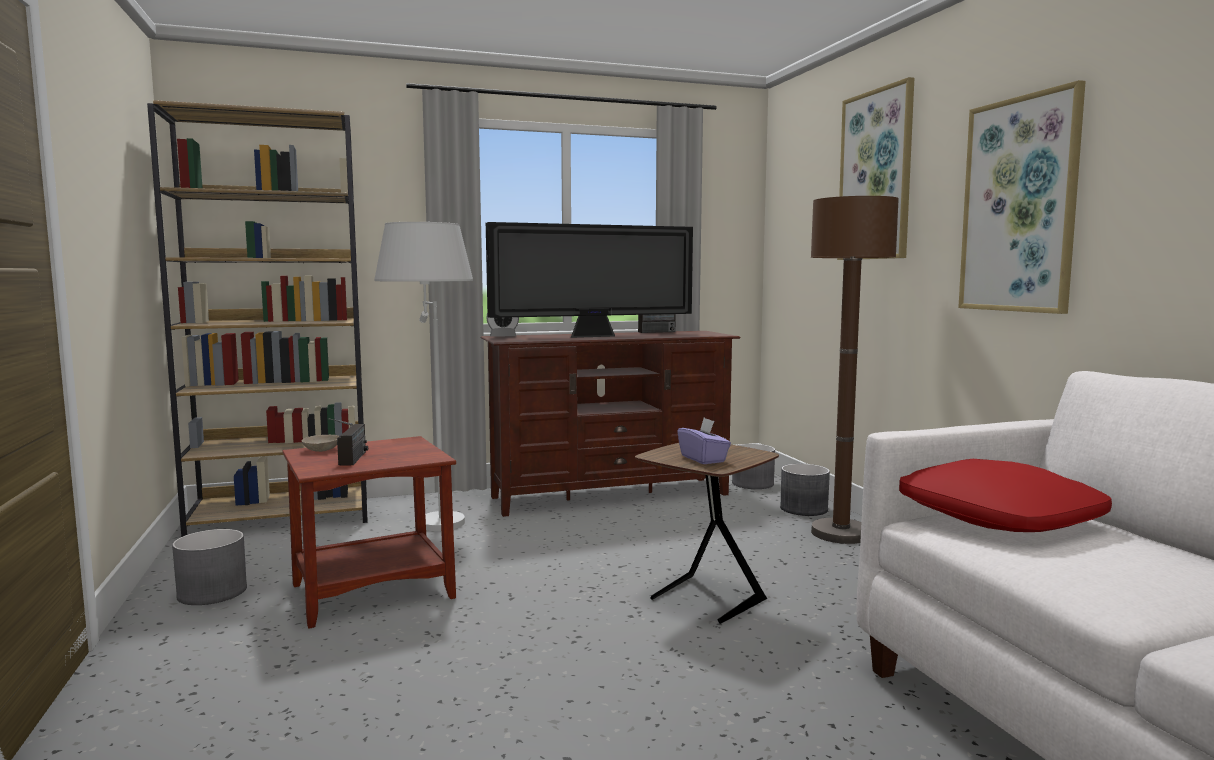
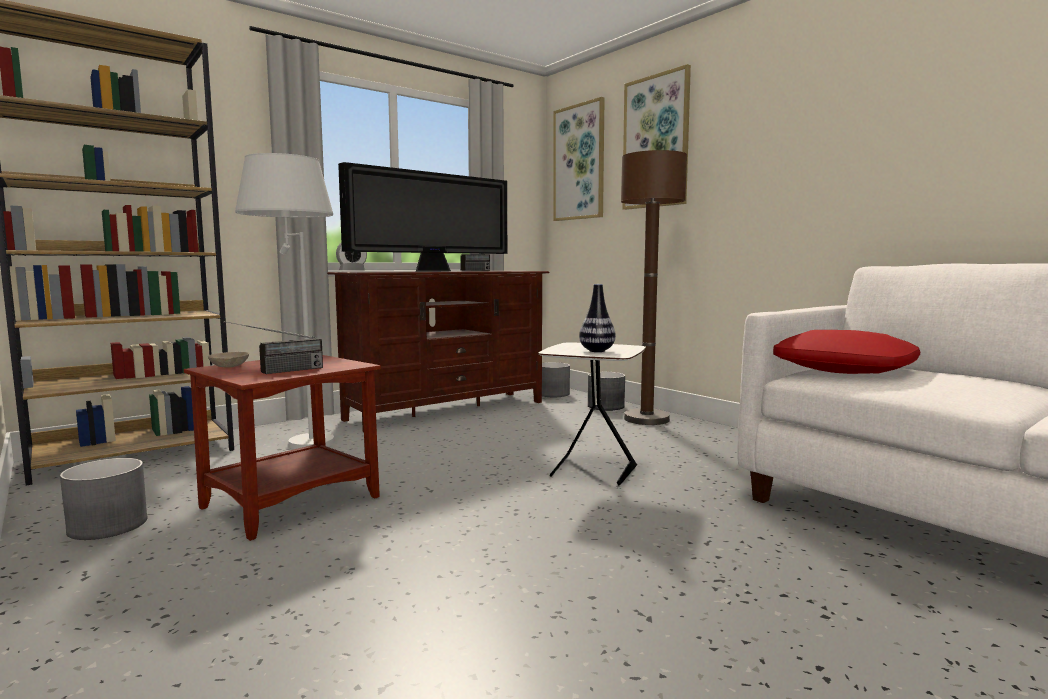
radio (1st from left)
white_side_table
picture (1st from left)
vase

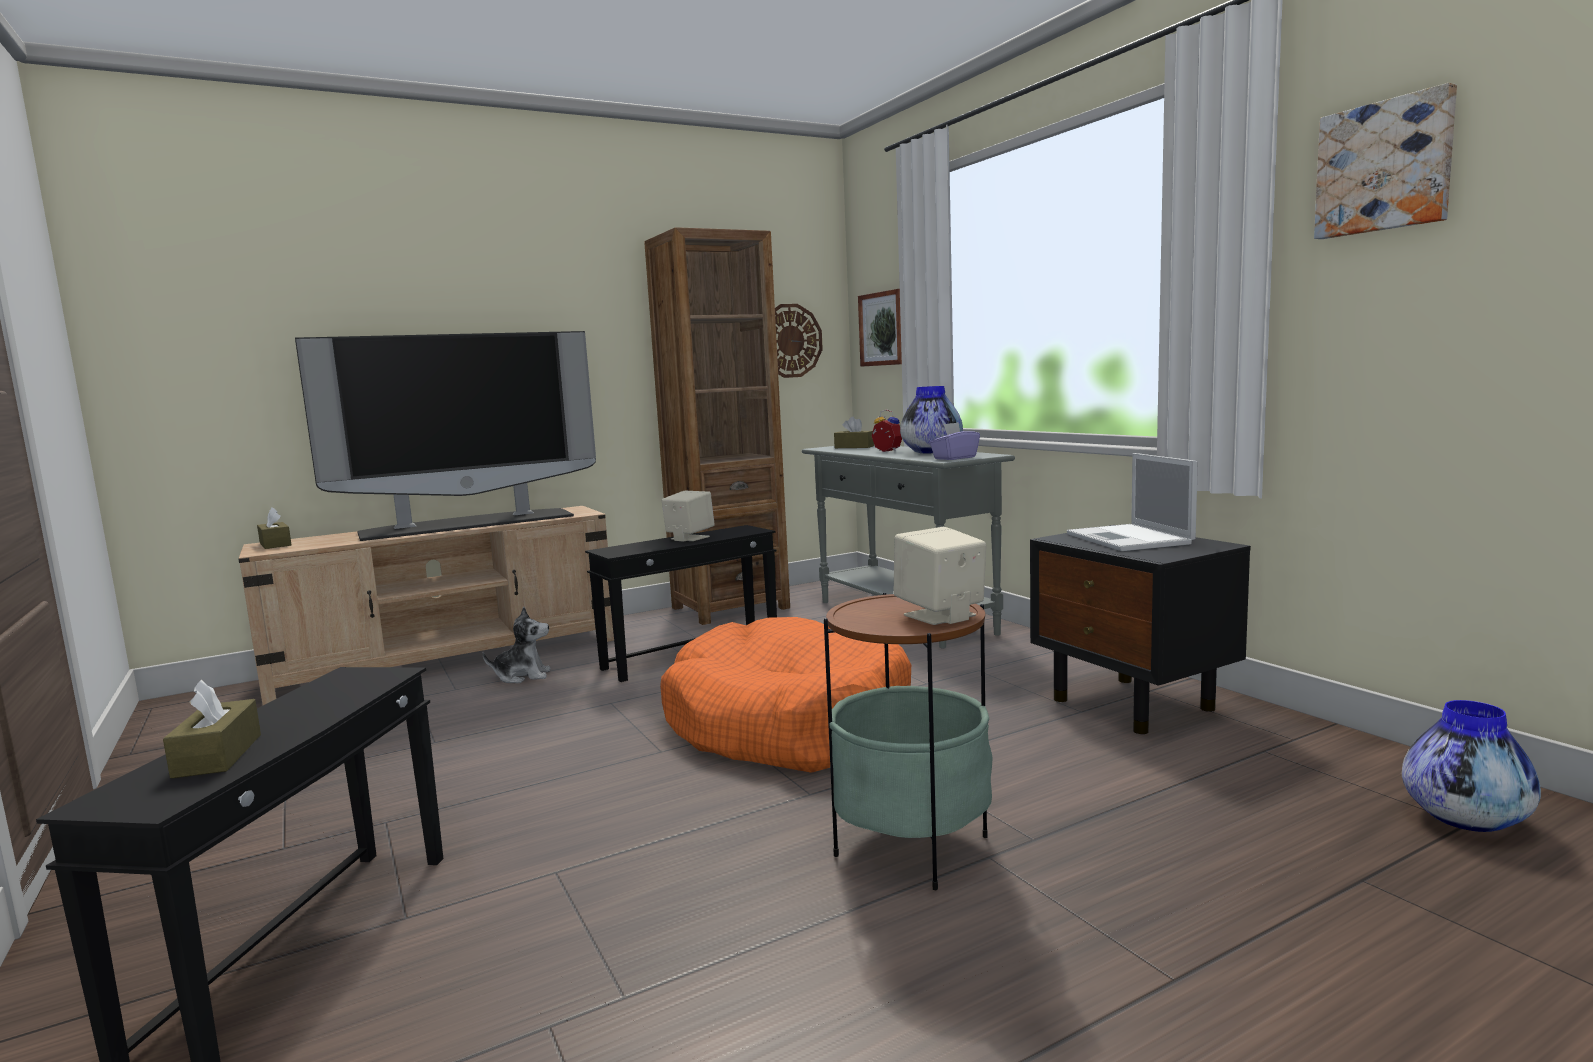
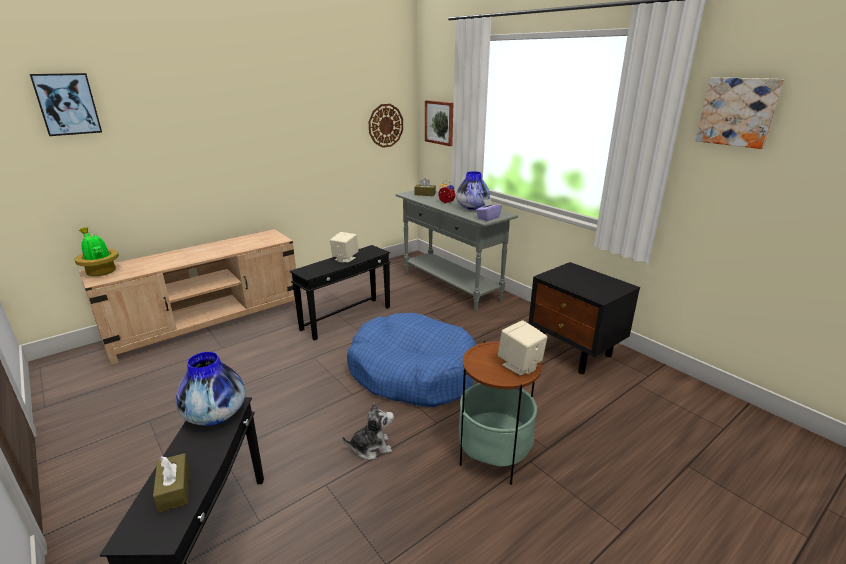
picture (1st from left)
potted_plant
vase (1st from left)
plush_toy
blue_dog_bed
television
brown_bookcase
laptop

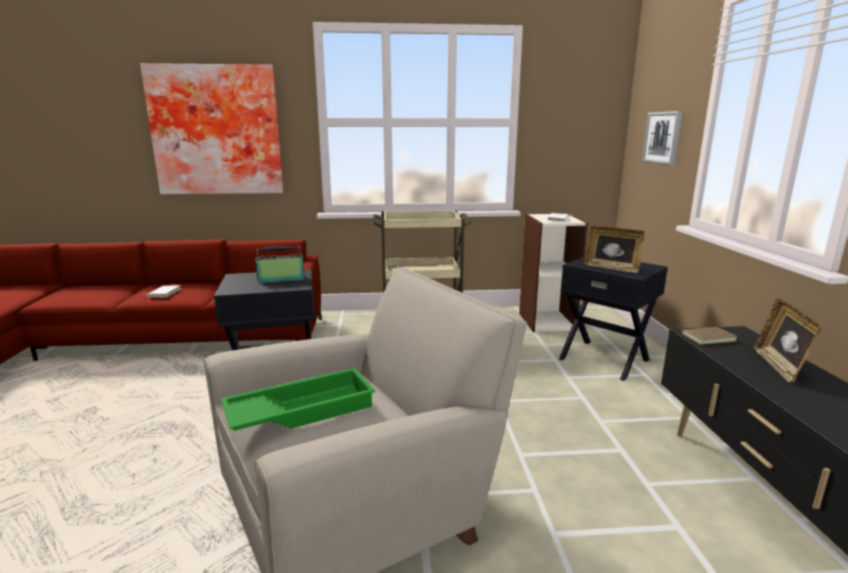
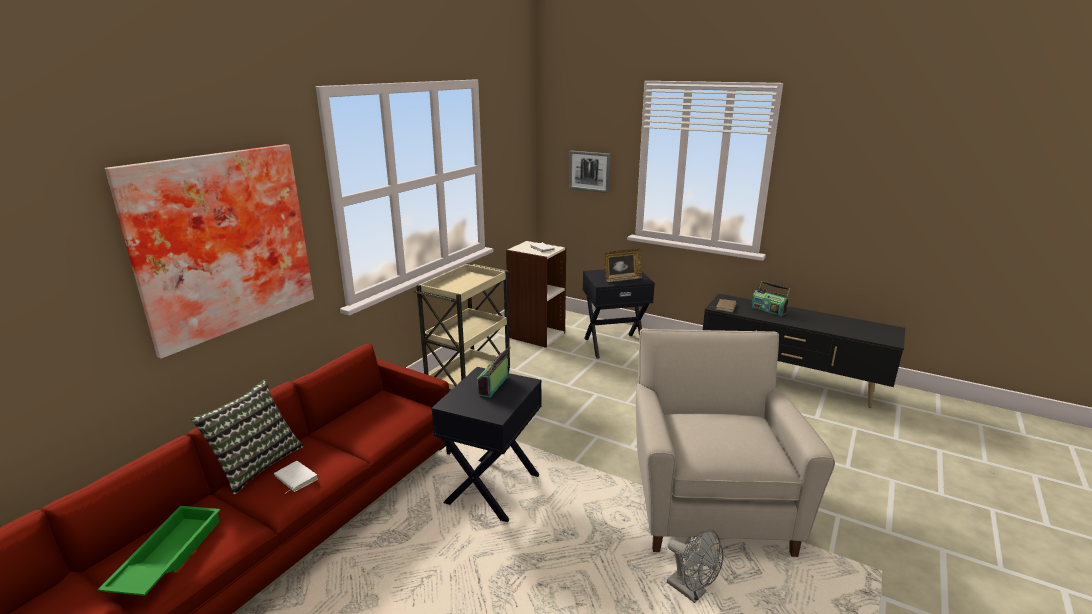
green_tray
pillow
grey_fan
radio (2nd from left)

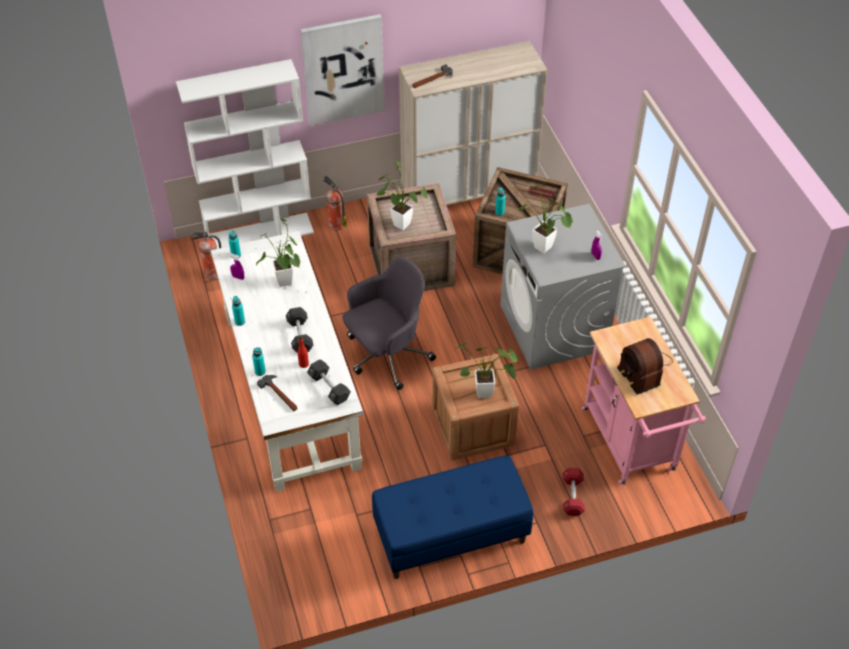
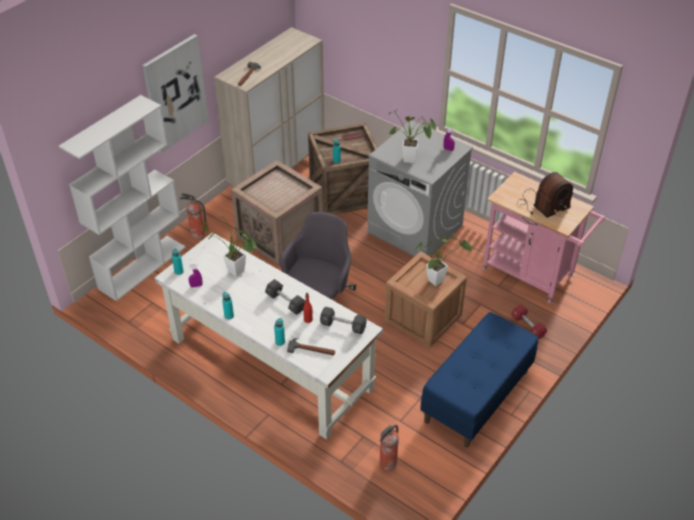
fire_extinguisher (2nd from left)
radio
potted_plant (2nd from left in the first image)

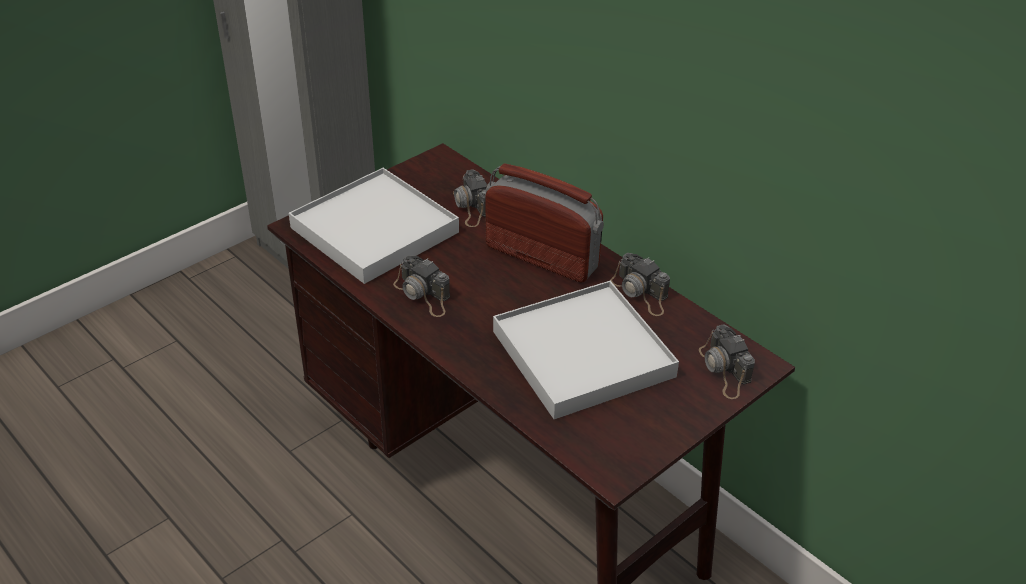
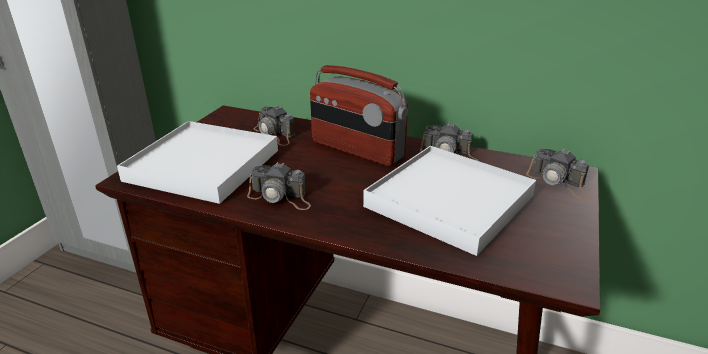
radio

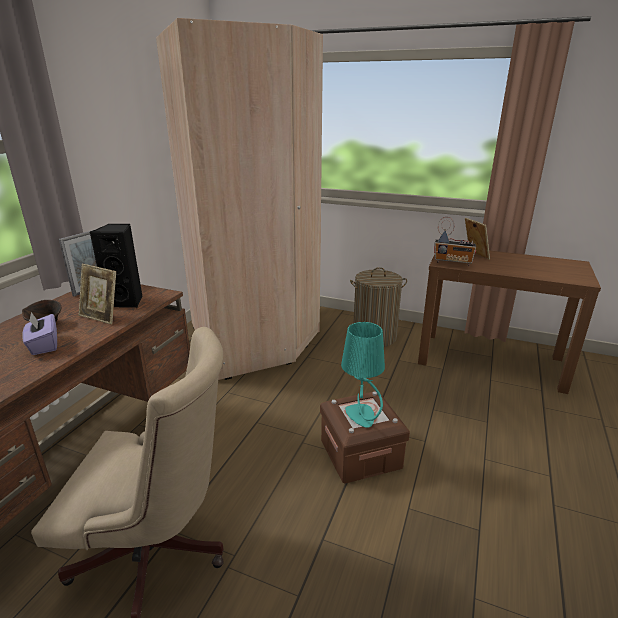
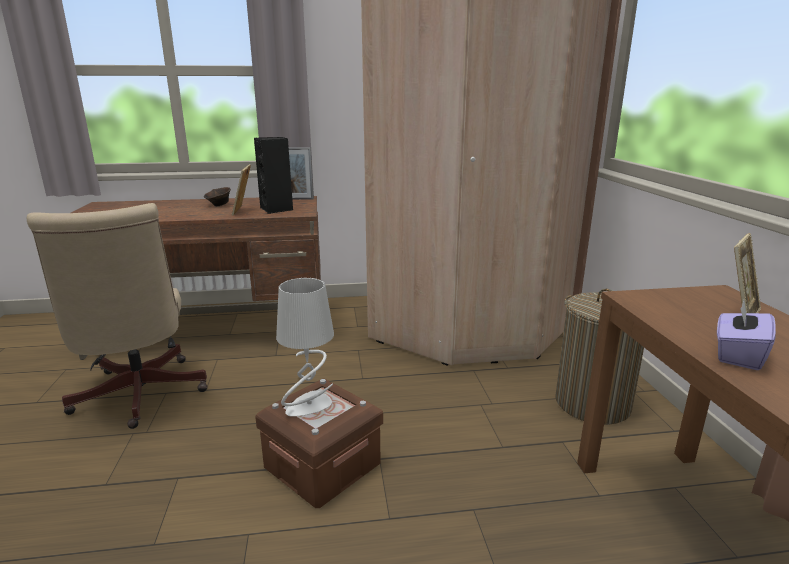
grey_table_lamp
purple_tissue_box
radio

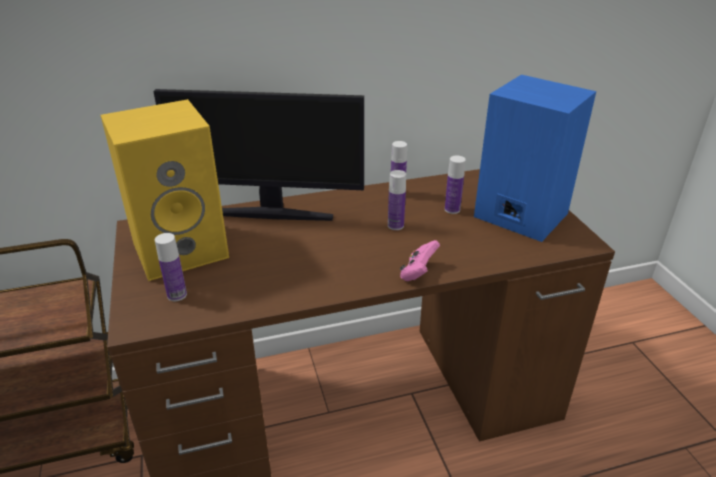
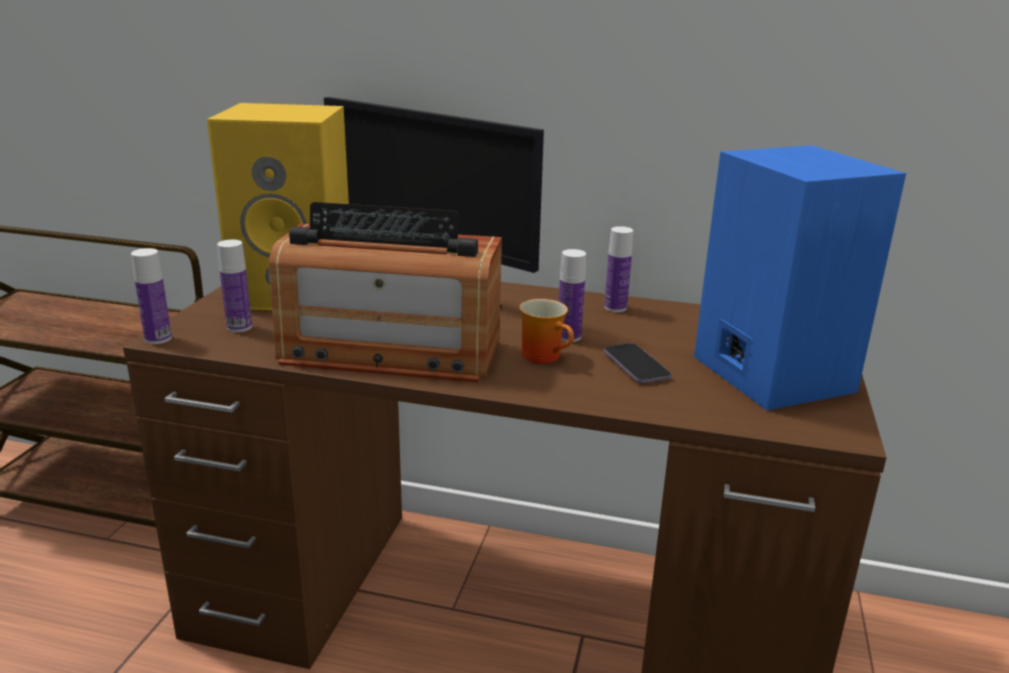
bottle (1st from left)
radio
mug
phone
pink_game_controller

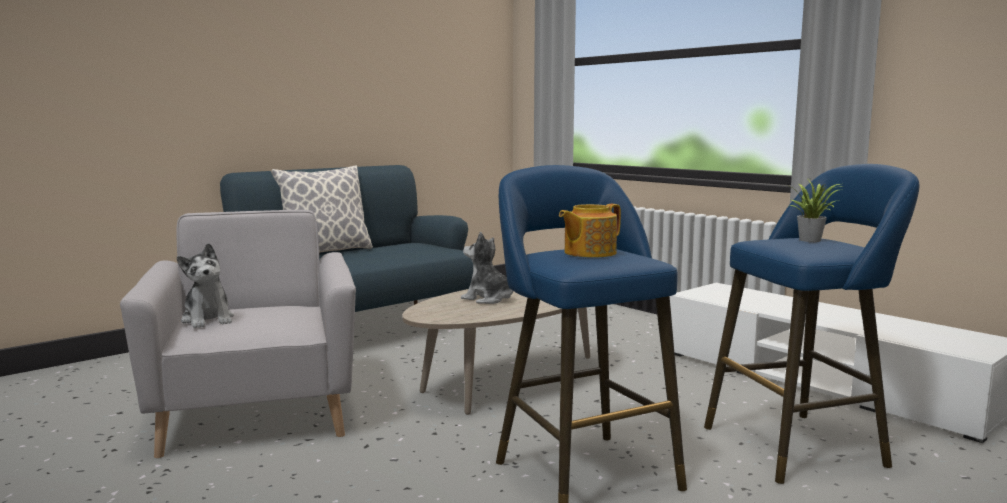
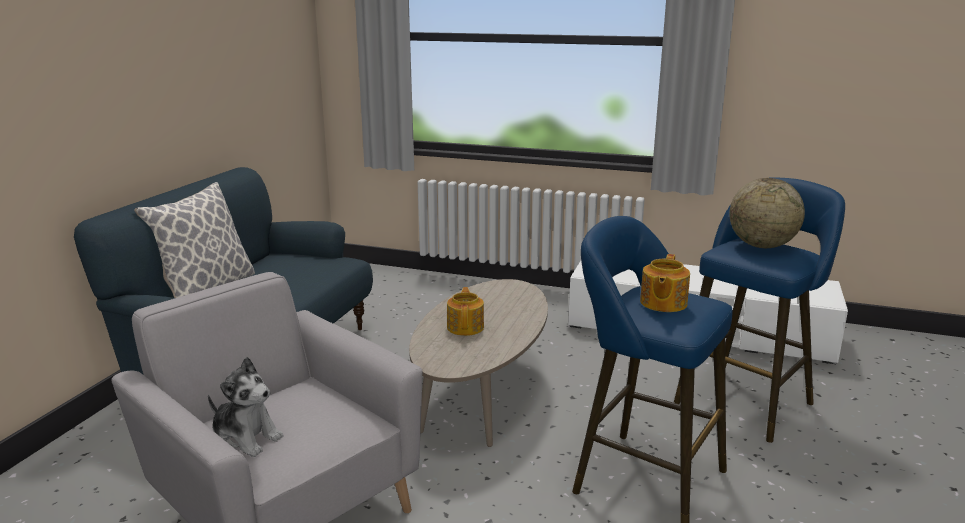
teapot (1st from left)
globe

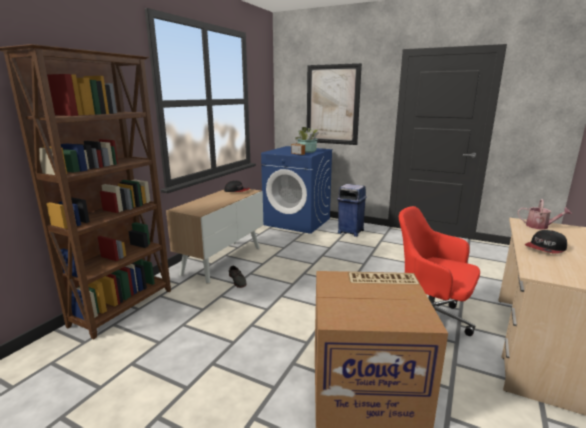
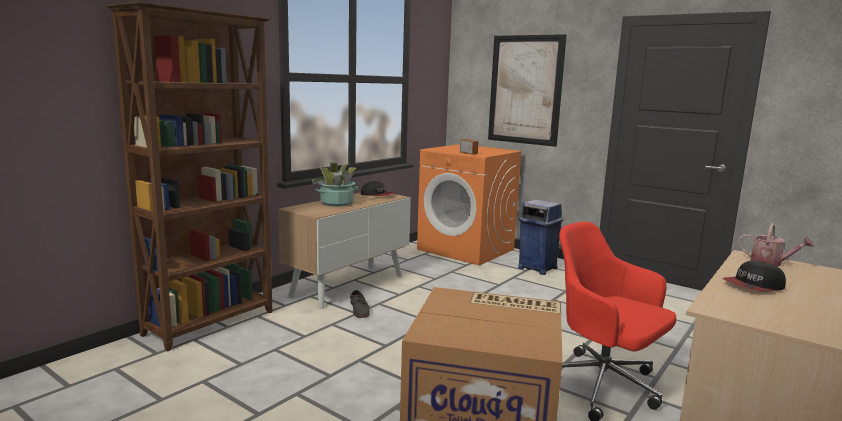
potted_plant
orange_washing_machine

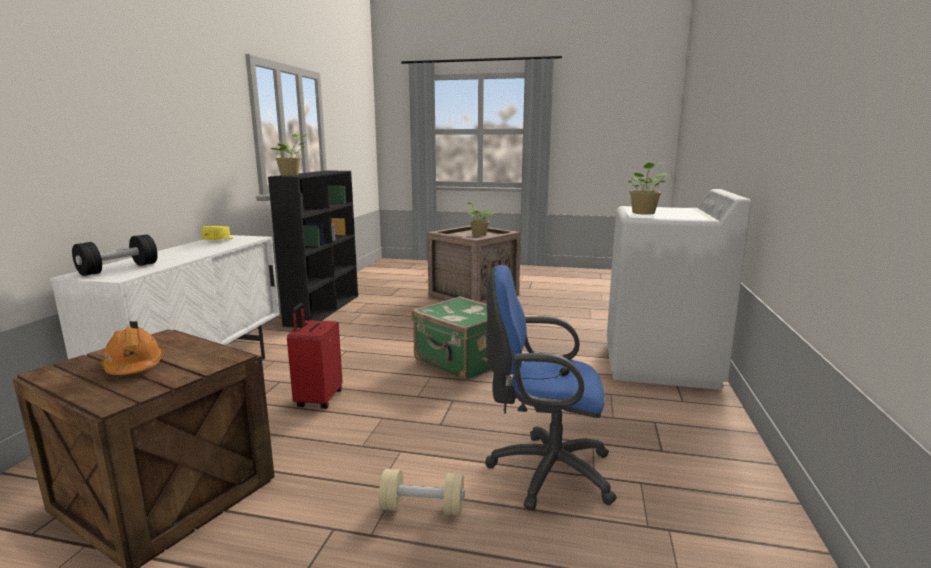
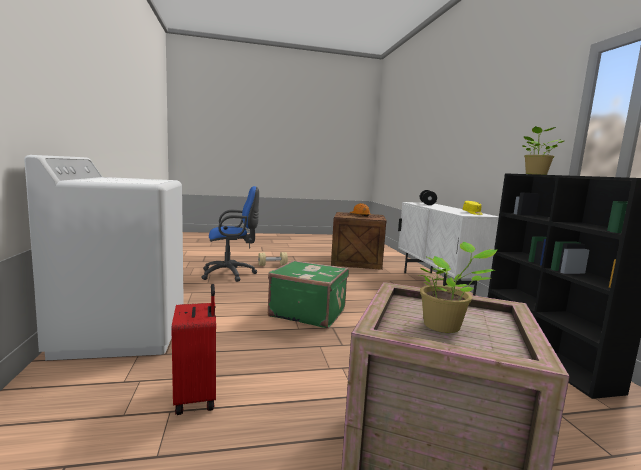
red_suitcase
potted_plant (3rd from left in the first image)

